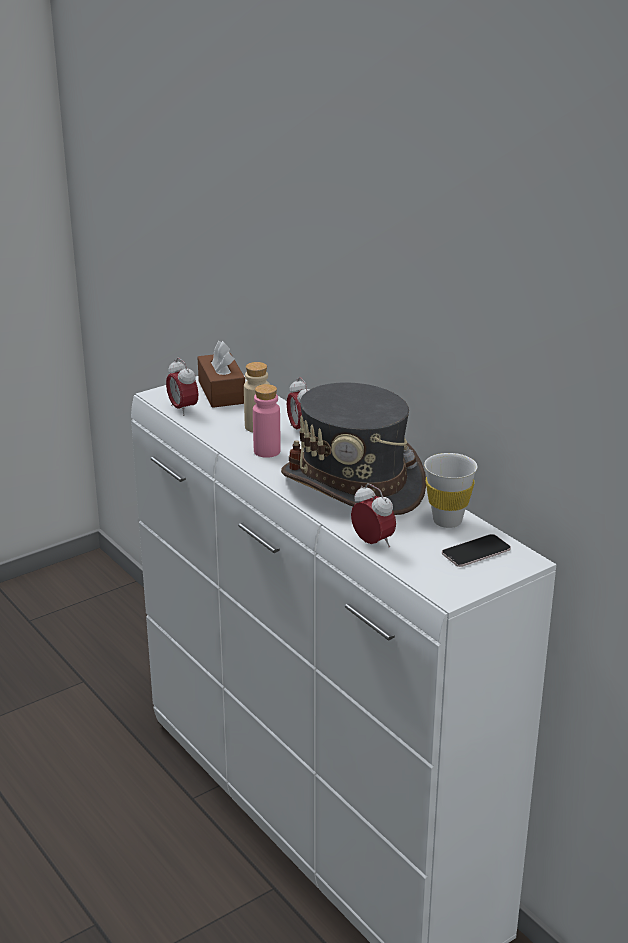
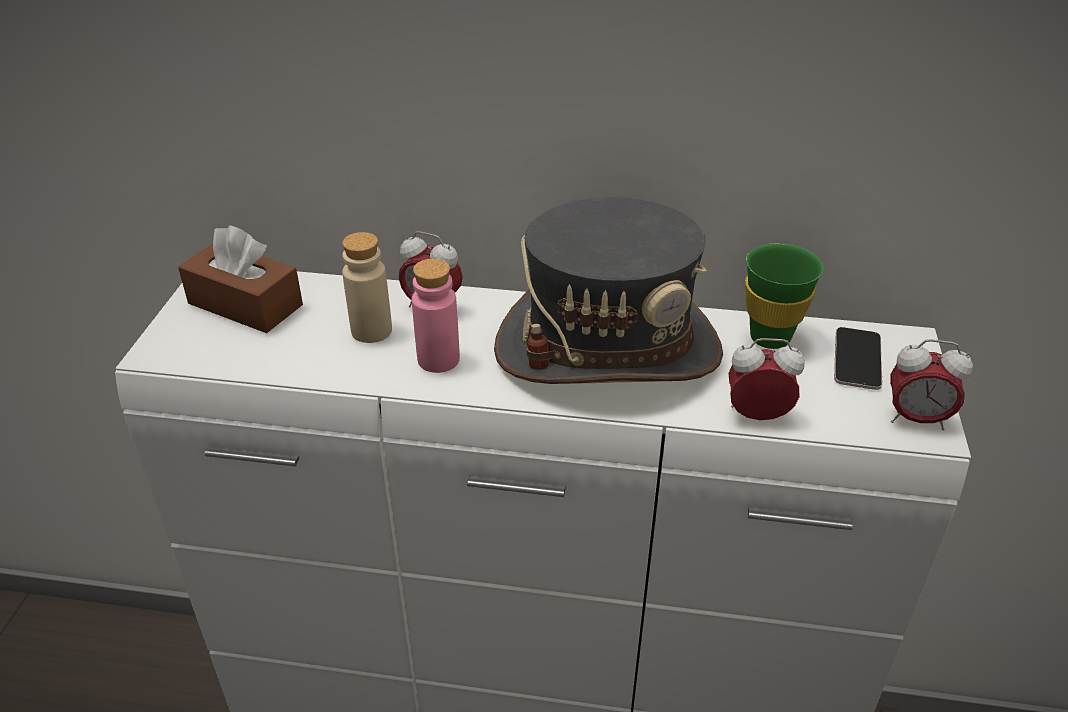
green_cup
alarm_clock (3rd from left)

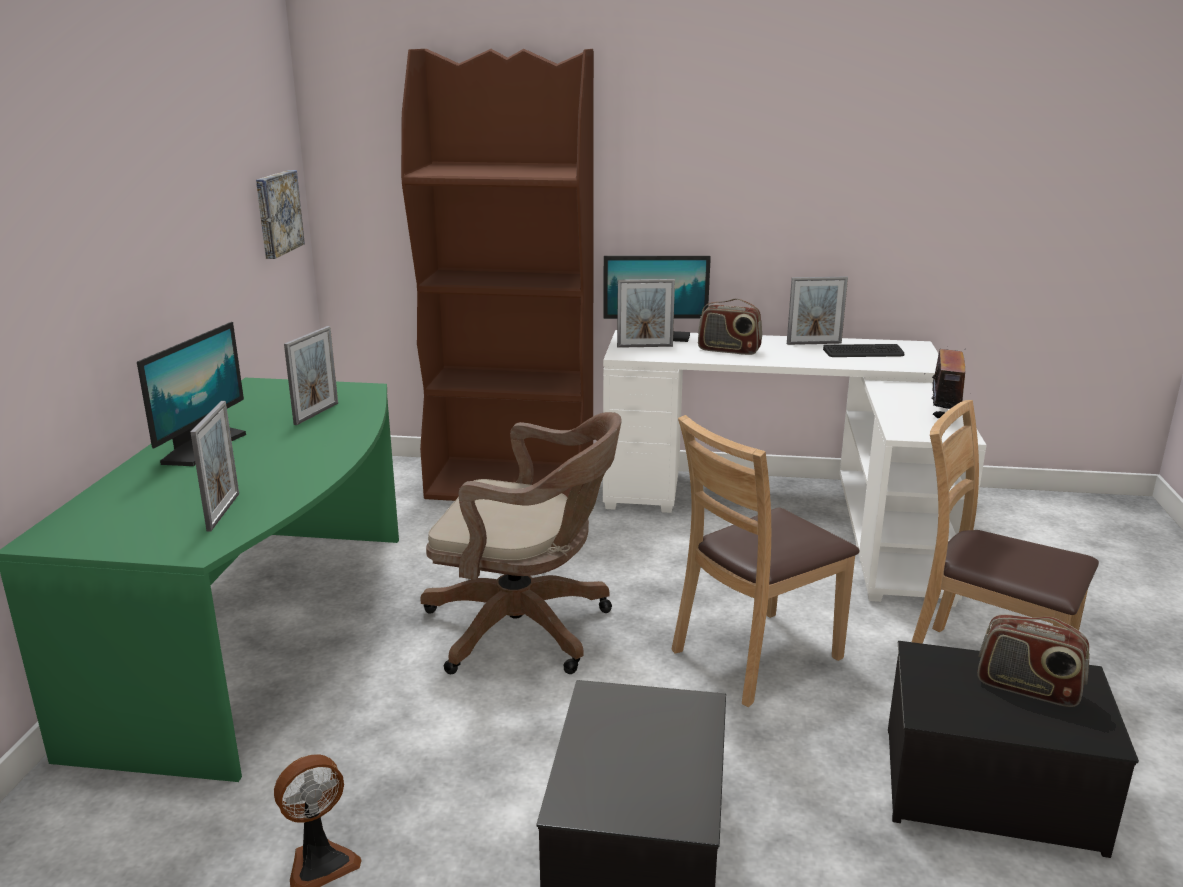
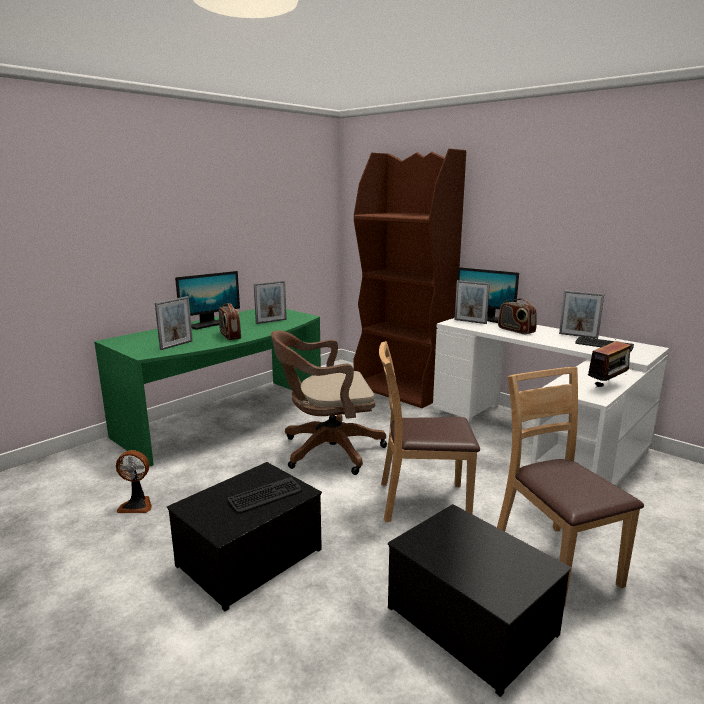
radio (1st from left)
keyboard (1st from left)
brown_office_chair
picture

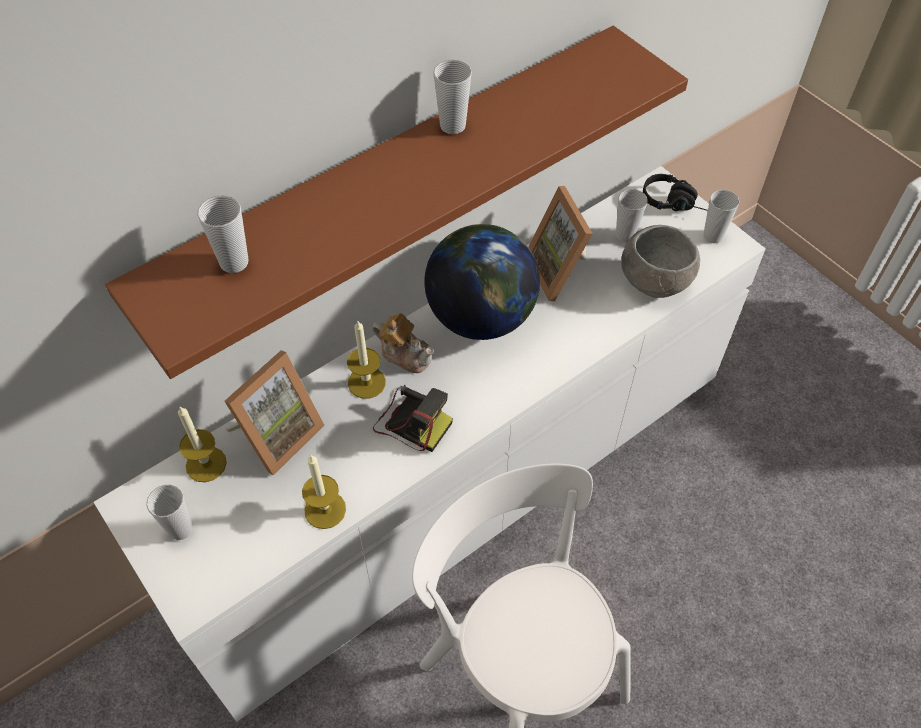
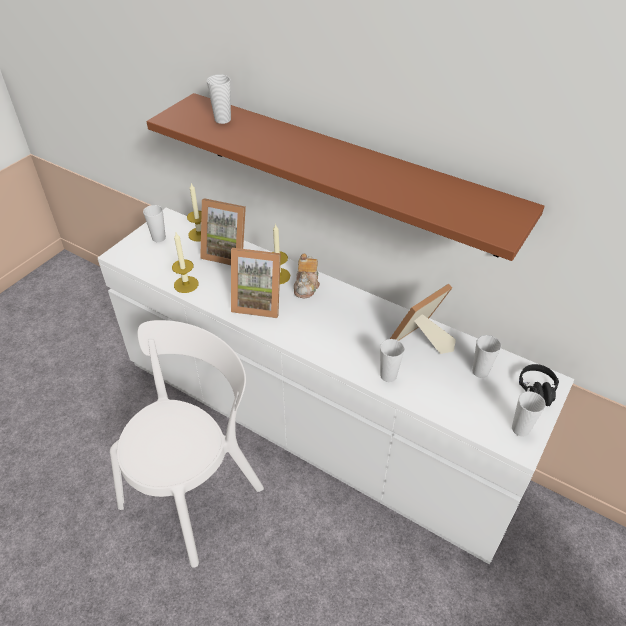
picture_frame (2nd from left)
cup (3rd from left)
globe
grey_bowl

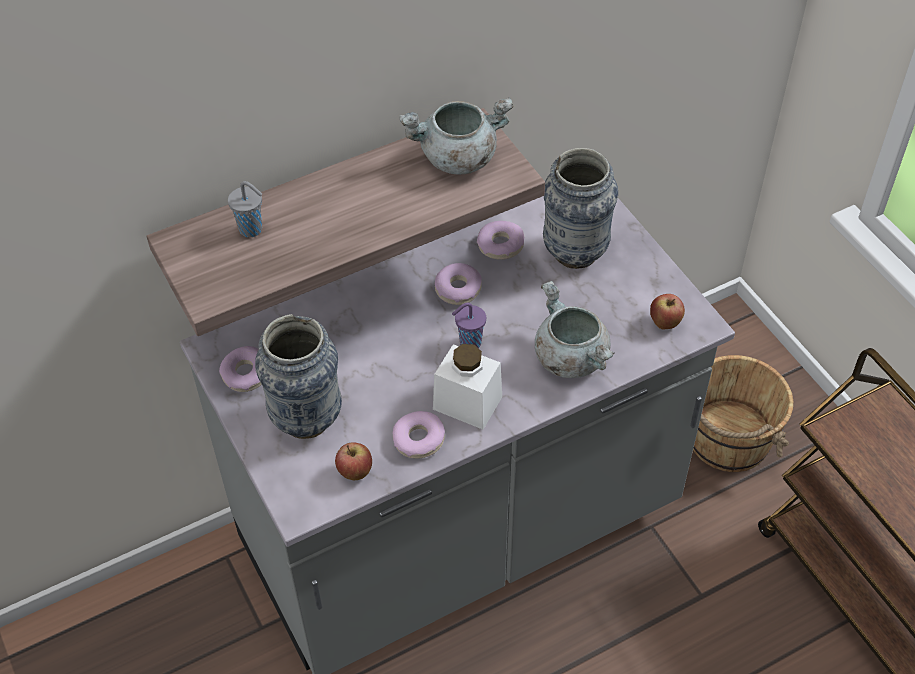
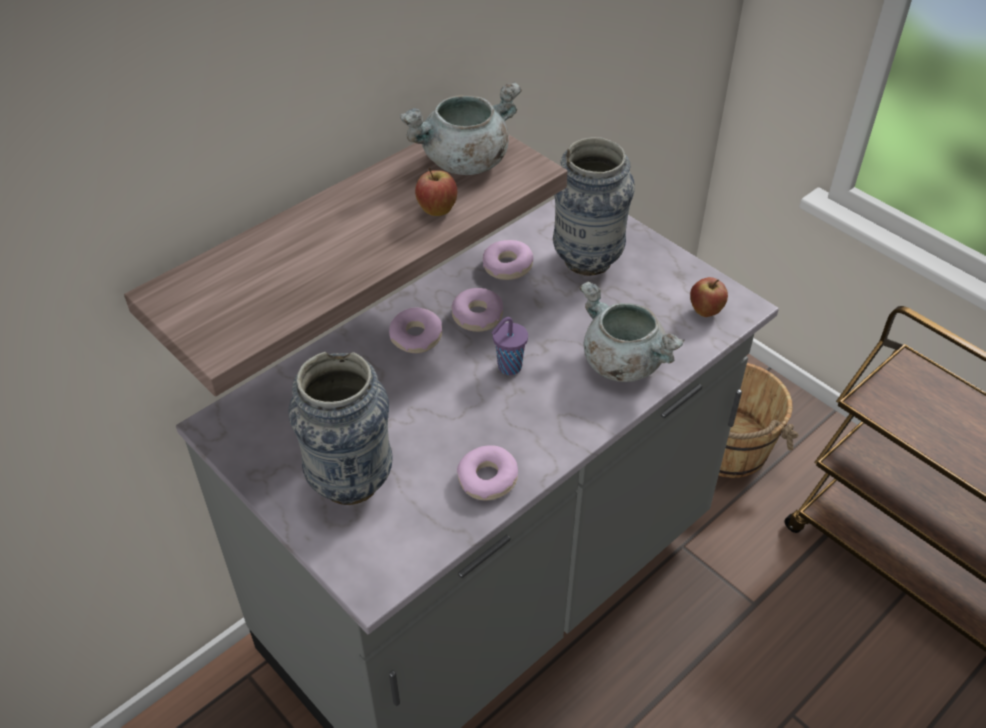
donut (1st from left)
apple (1st from left)
grey_cup
white_jar

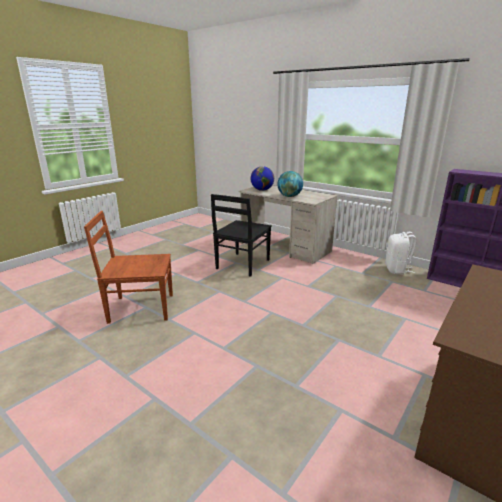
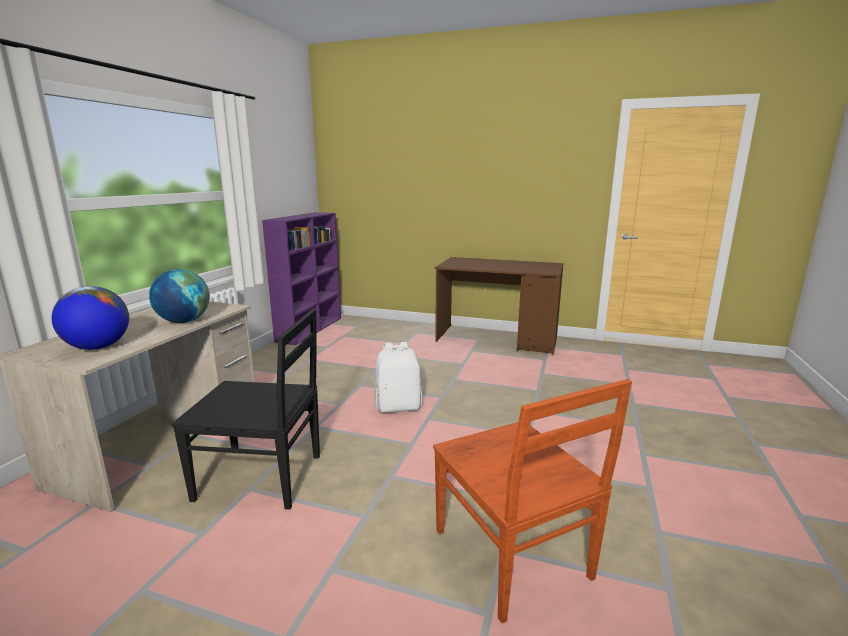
white_backpack

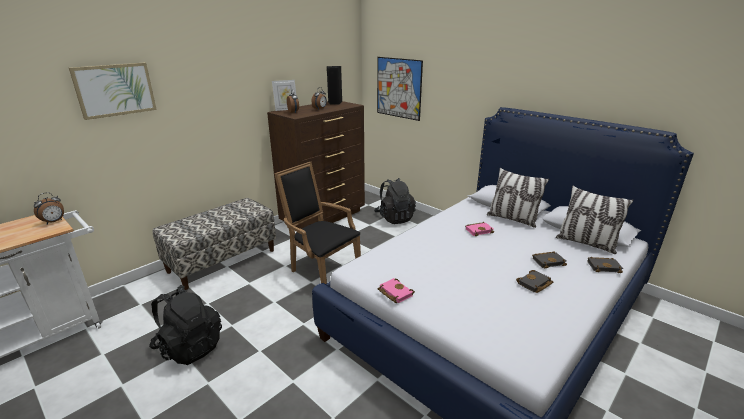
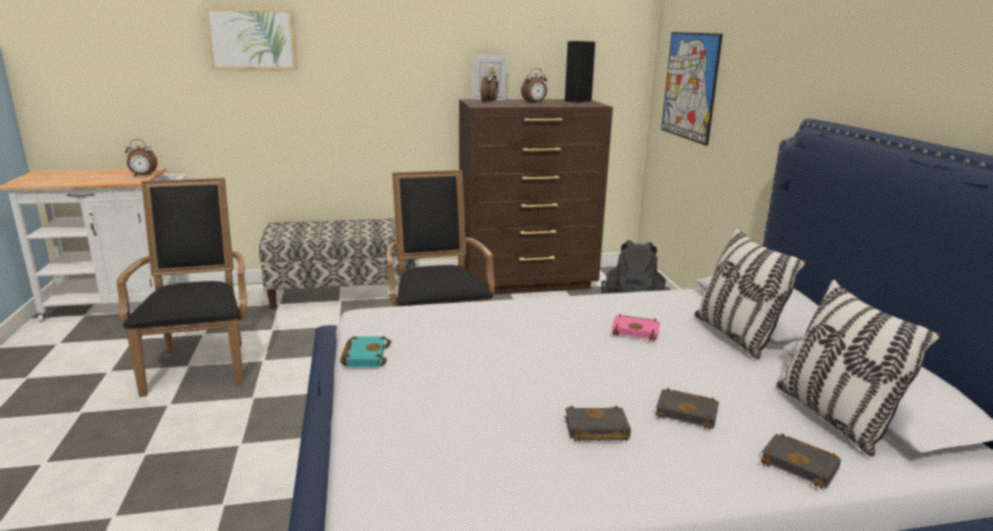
black_armchair (1st from left)
turquoise_book

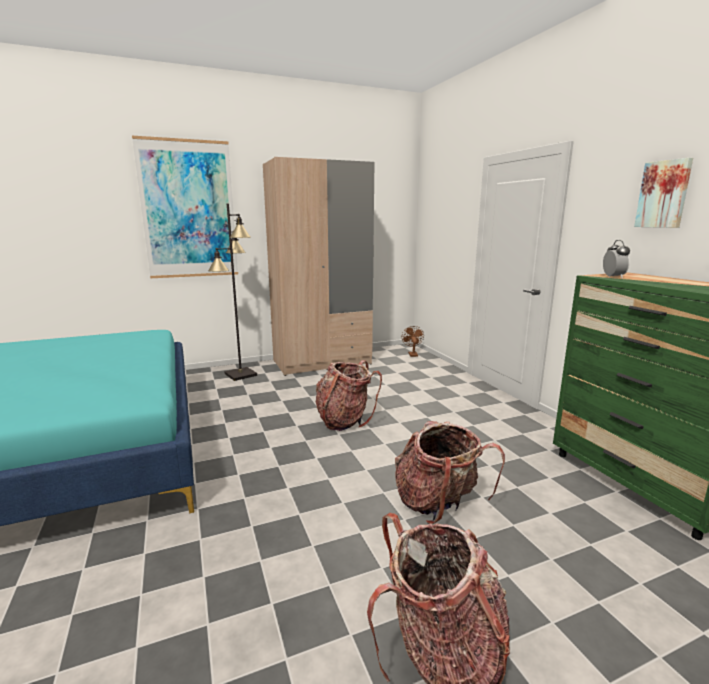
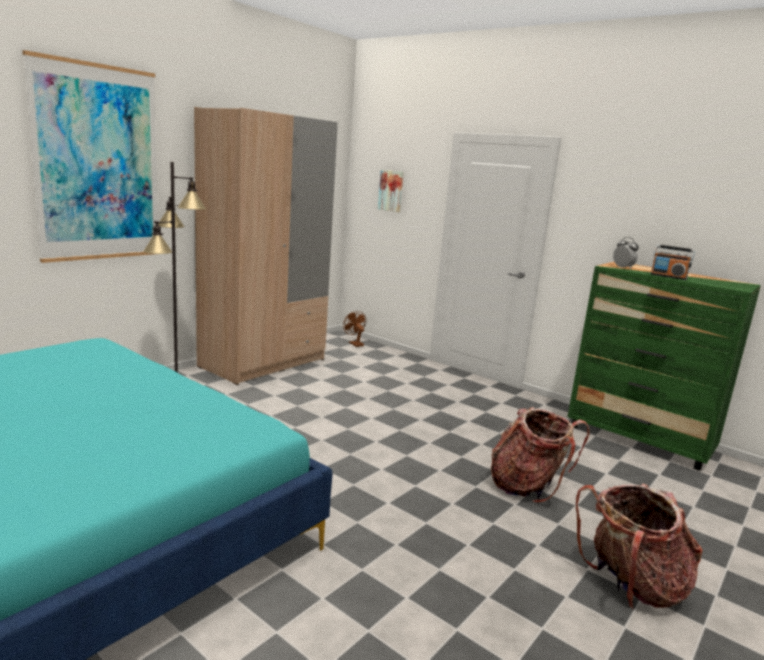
picture (2nd from left)
radio
backpack (1st from left in the first image)

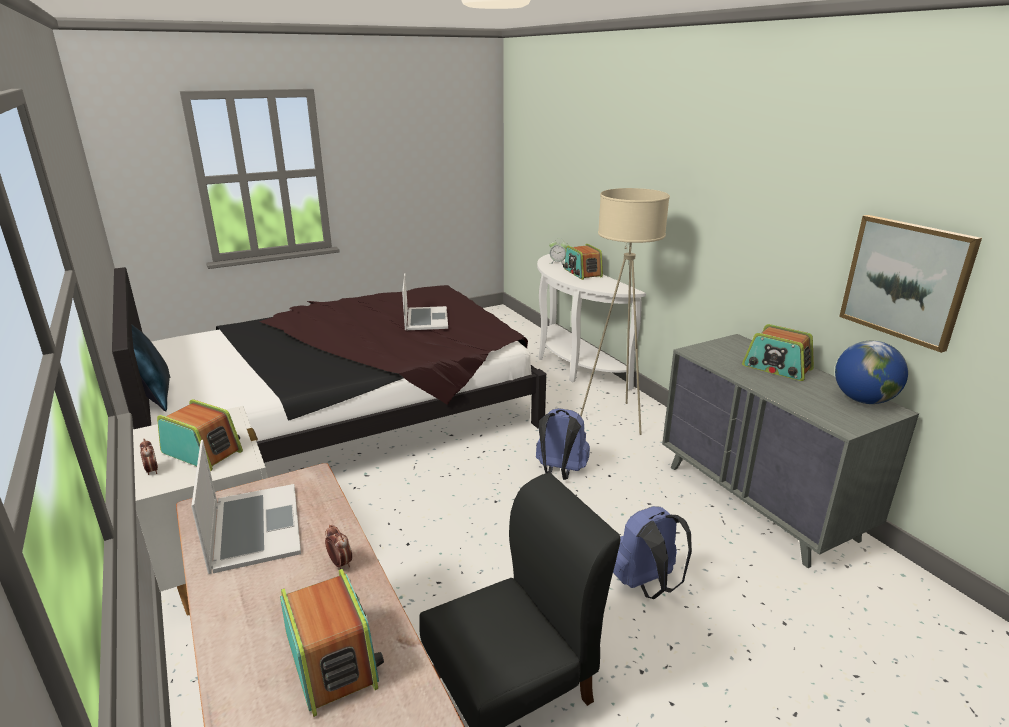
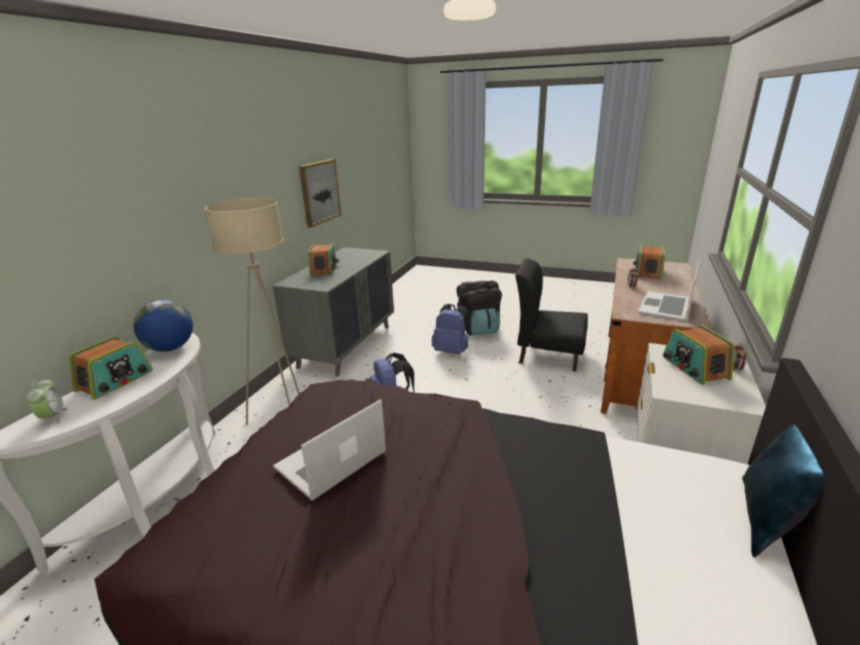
globe
black_backpack

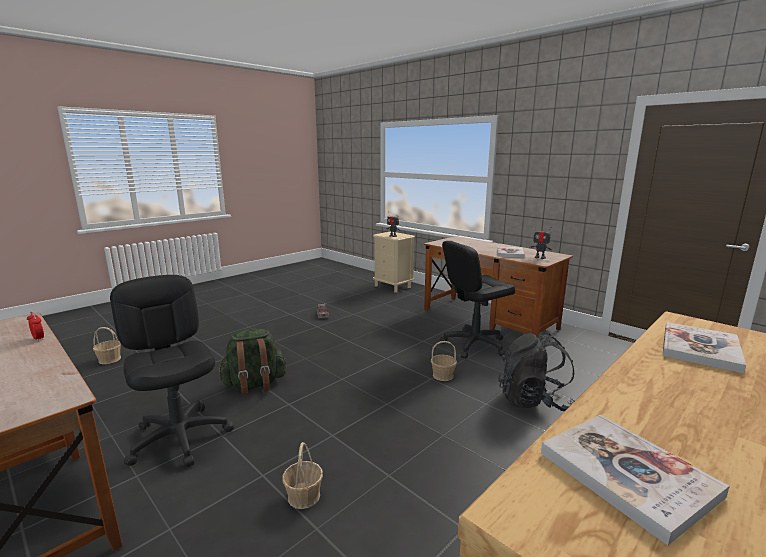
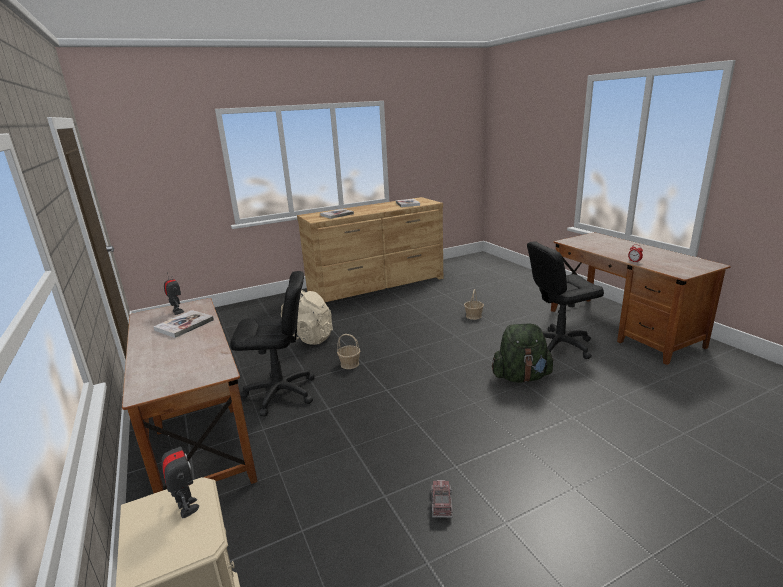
beige_backpack
black_office_chair (2nd from left)
basket (1st from left in the first image)

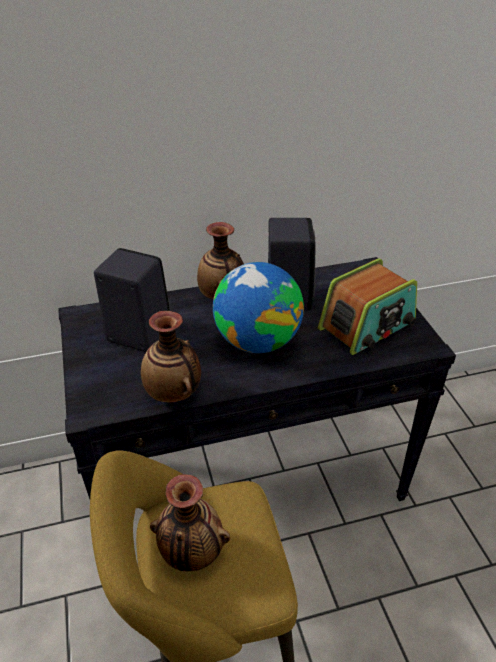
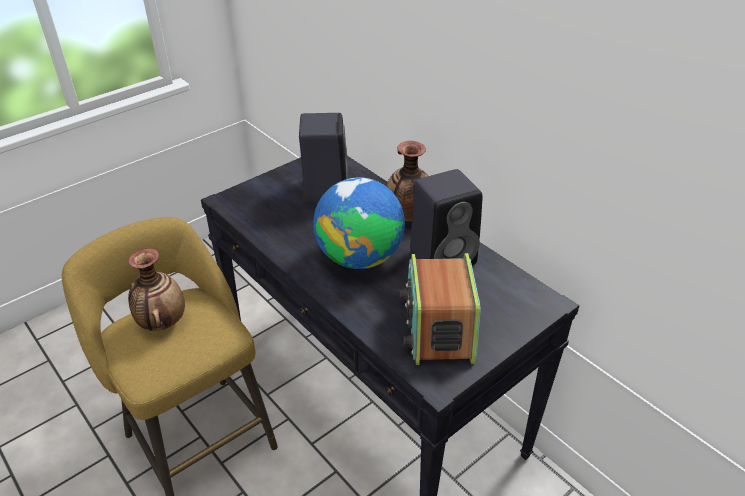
radio
vase (1st from left in the first image)

